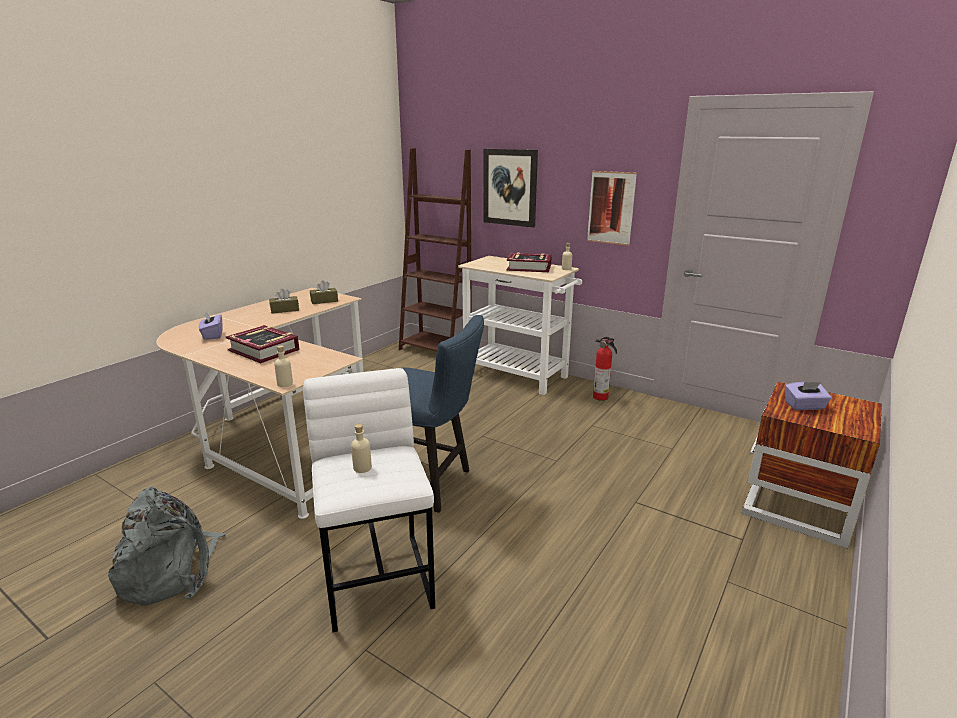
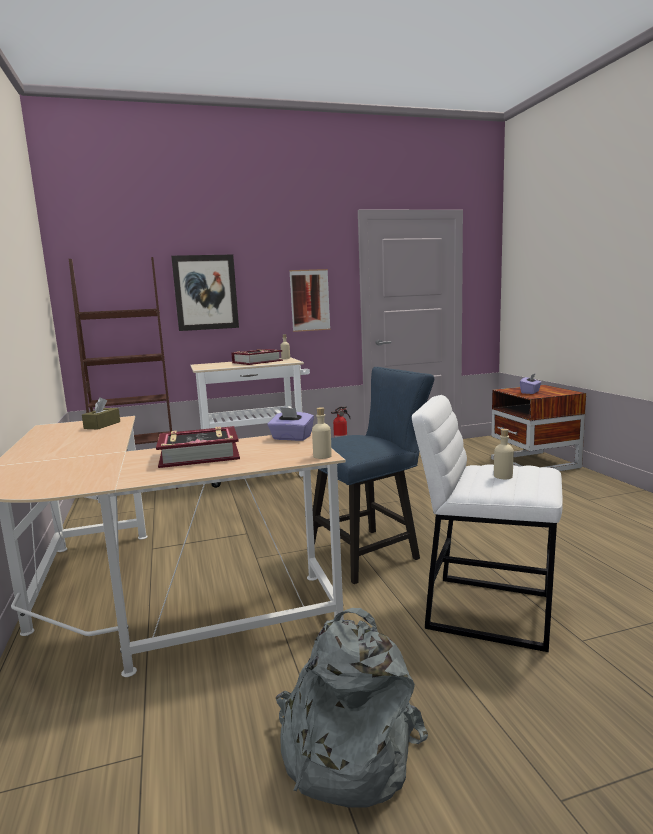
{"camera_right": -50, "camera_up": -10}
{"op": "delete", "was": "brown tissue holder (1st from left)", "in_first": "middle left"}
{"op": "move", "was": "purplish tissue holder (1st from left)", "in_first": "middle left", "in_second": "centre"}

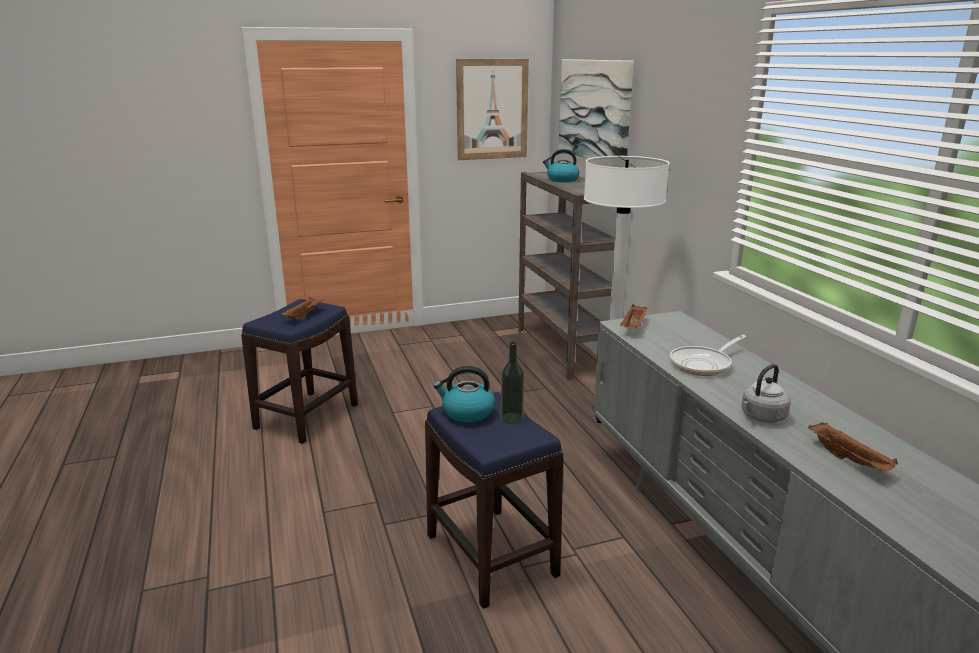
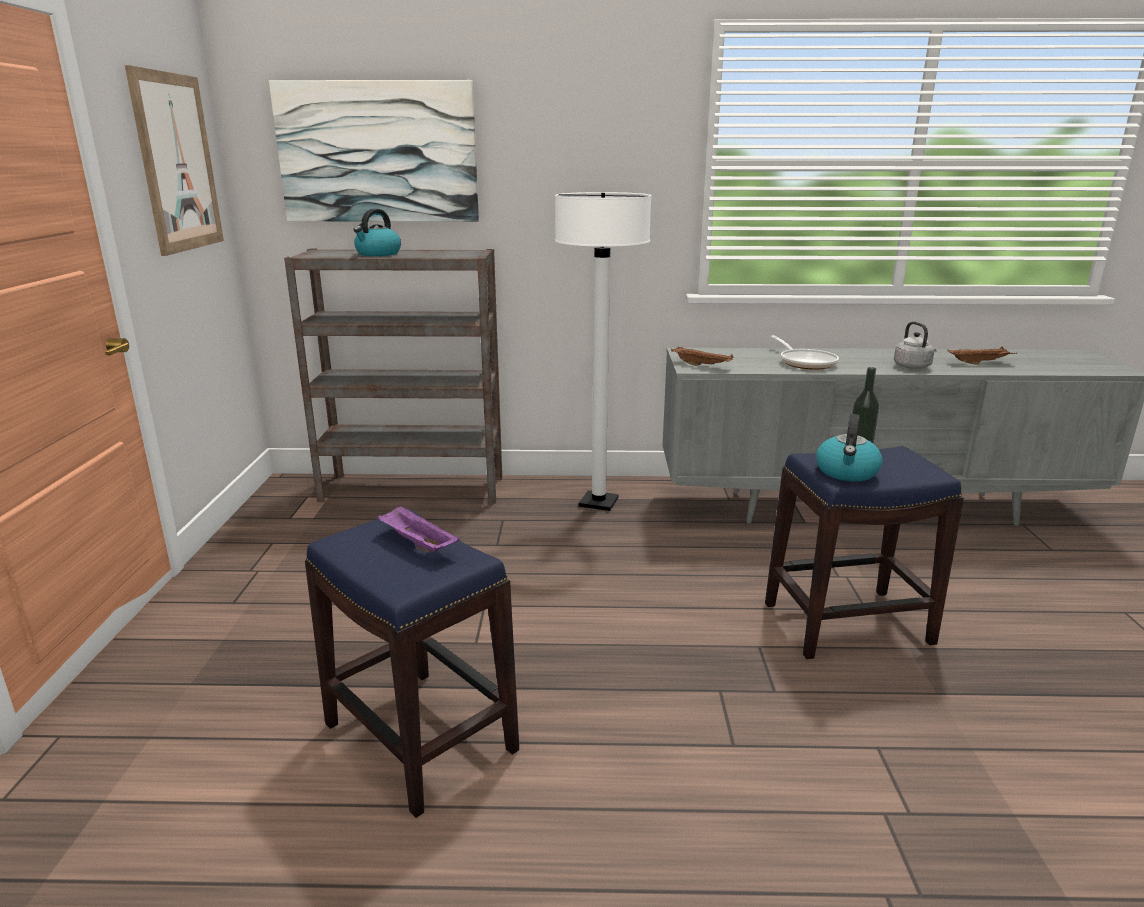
{"camera_right": -70, "camera_up": 0}
{"op": "recolor", "was": "brown serving tray (1st from left)", "now": "purplish serving tray", "in_first": "middle left", "in_second": "centre"}

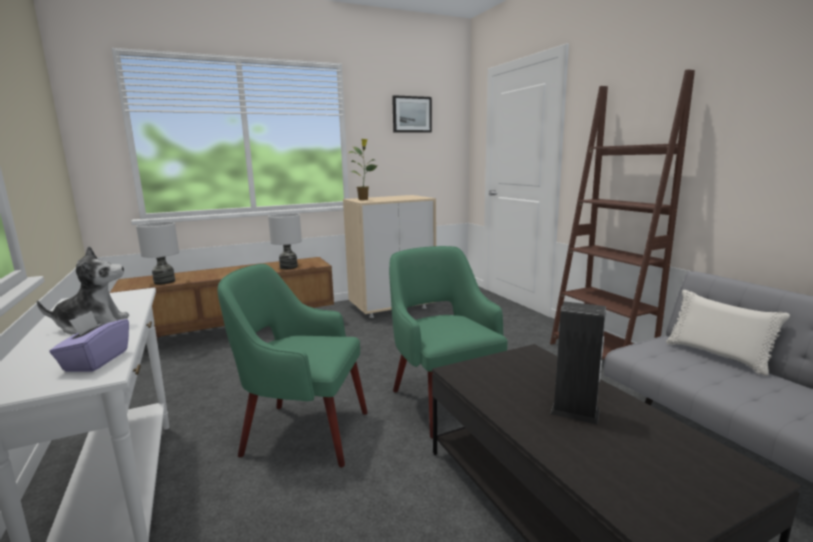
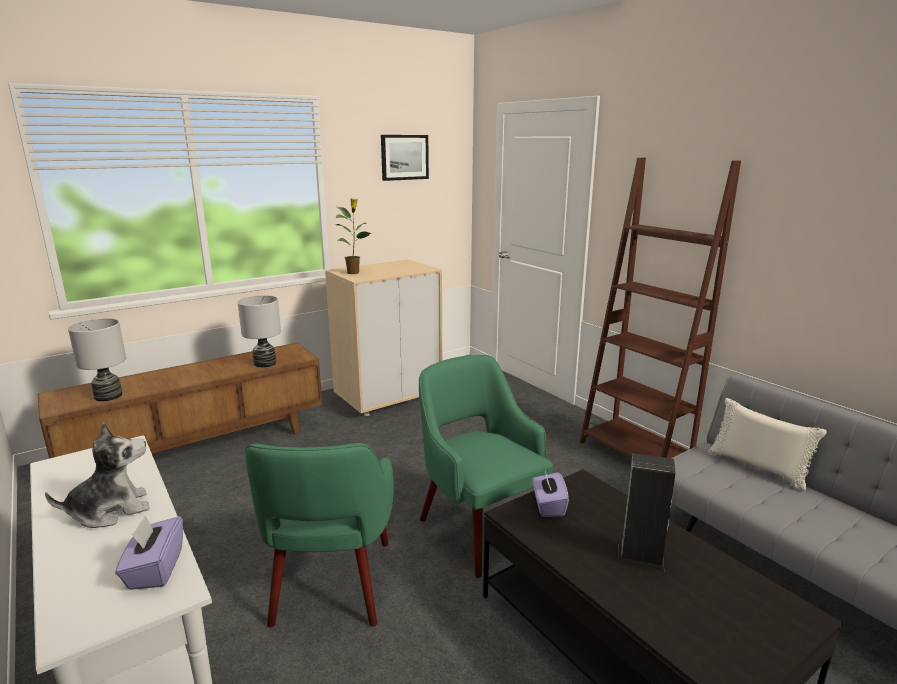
{"camera_right": -10, "camera_up": 5}
{"op": "rotate", "was": "green easy chair (1st from left)", "in_first": "bottom centre", "in_second": "bottom centre", "clockwise": -90}
{"op": "insert", "now": "purplish tissue holder (2nd from left)", "in_second": "bottom centre"}

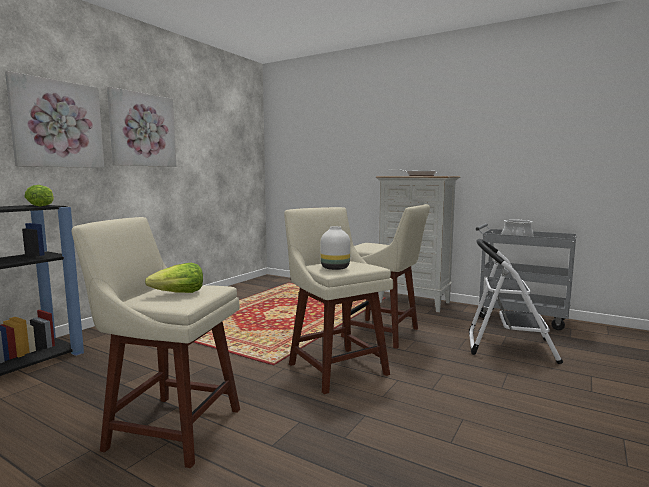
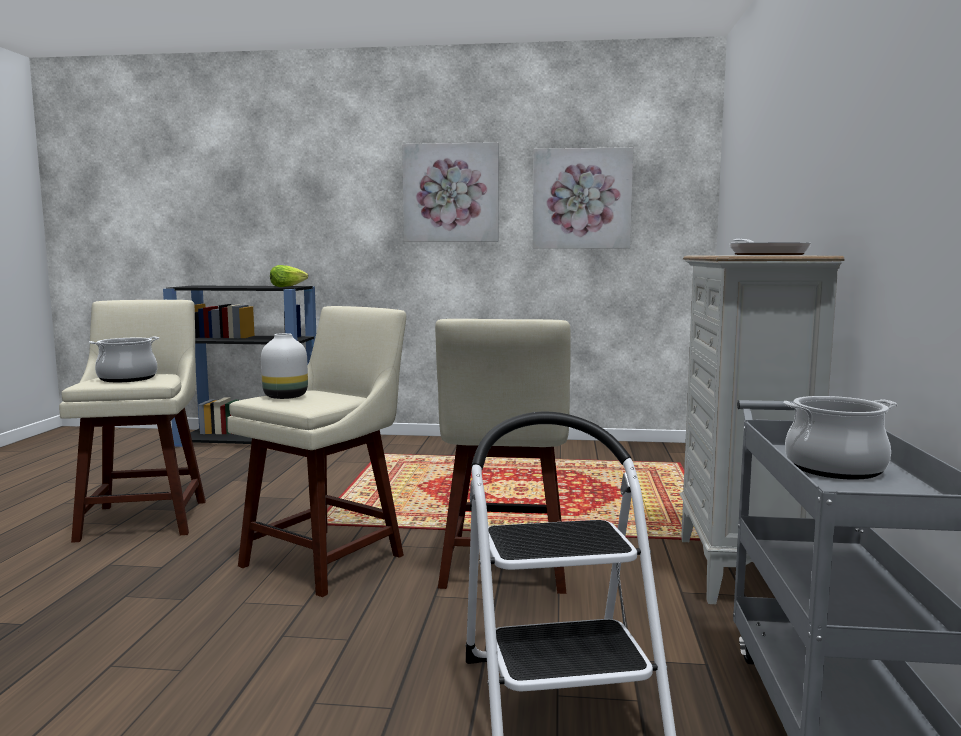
{"camera_right": 65, "camera_up": 0}
{"op": "move", "was": "picture (1st from left in the first image)", "now": "picture (2nd from left)", "in_first": "top left", "in_second": "top centre"}
{"op": "replace", "was": "head of lettuce (2nd from left)", "now": "saucepot (1st from left)", "in_first": "middle left", "in_second": "middle left"}

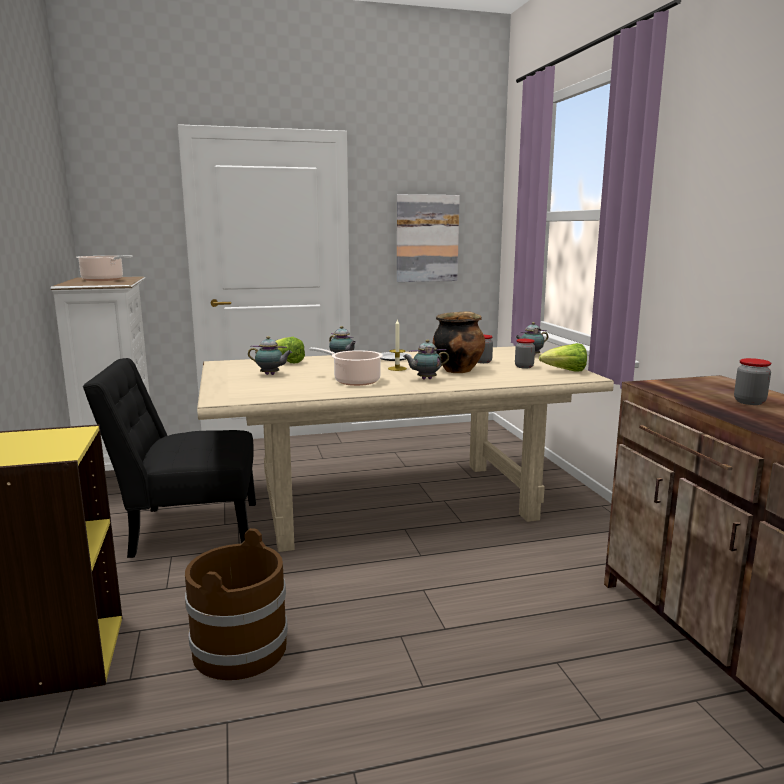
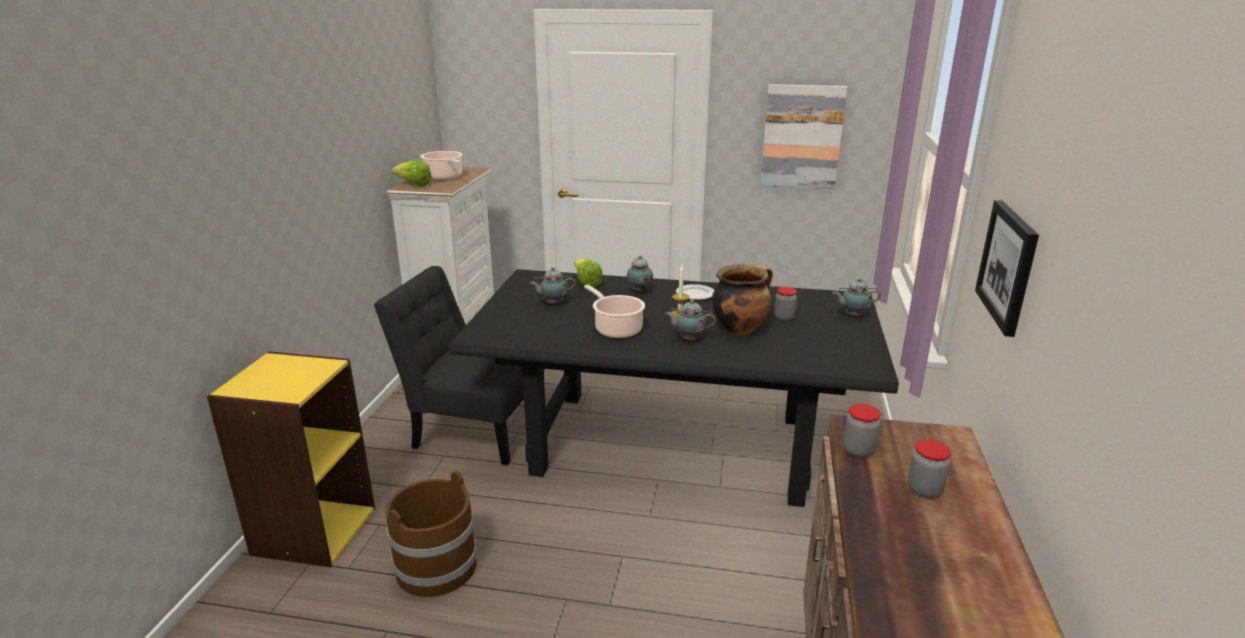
{"camera_right": 25, "camera_up": 10}
{"op": "rotate", "was": "tea pot (1st from left)", "in_first": "centre", "in_second": "centre", "clockwise": 135}
{"op": "move", "was": "preserve jar (2nd from left)", "in_first": "middle right", "in_second": "bottom right"}
{"op": "move", "was": "head of lettuce (2nd from left in the first image)", "now": "head of lettuce (1st from left)", "in_first": "middle right", "in_second": "top left"}
{"op": "recolor", "was": "sand-coloured dinner table", "now": "black dinner table", "in_first": "centre", "in_second": "centre"}
{"op": "insert", "now": "picture (2nd from left)", "in_second": "middle right"}

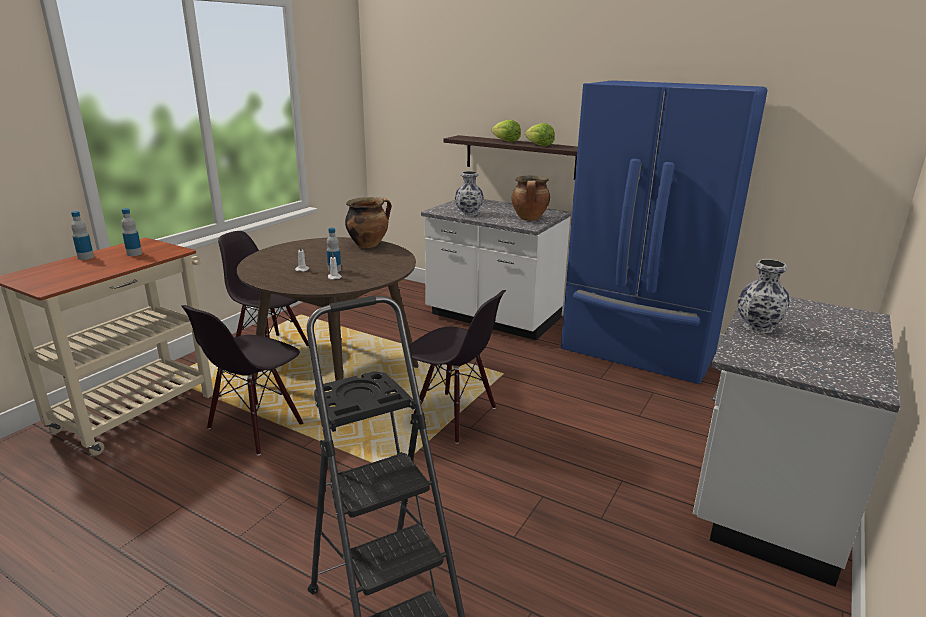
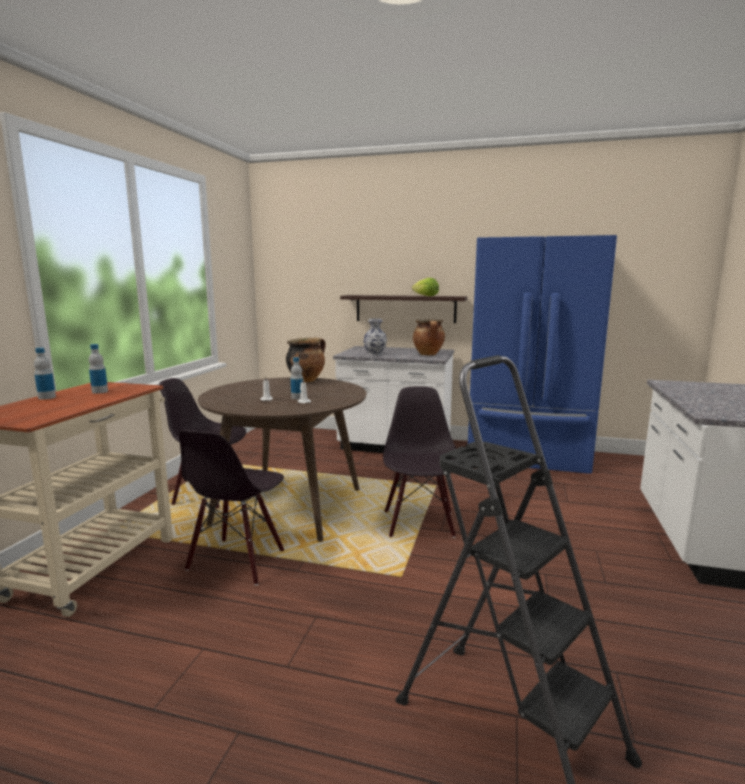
{"camera_right": -15, "camera_up": -10}
{"op": "delete", "was": "head of lettuce (1st from left)", "in_first": "top centre"}
{"op": "delete", "was": "decorative vase (2nd from left)", "in_first": "middle right"}
{"op": "rotate", "was": "black chair (3rd from left)", "in_first": "centre", "in_second": "centre", "clockwise": -105}

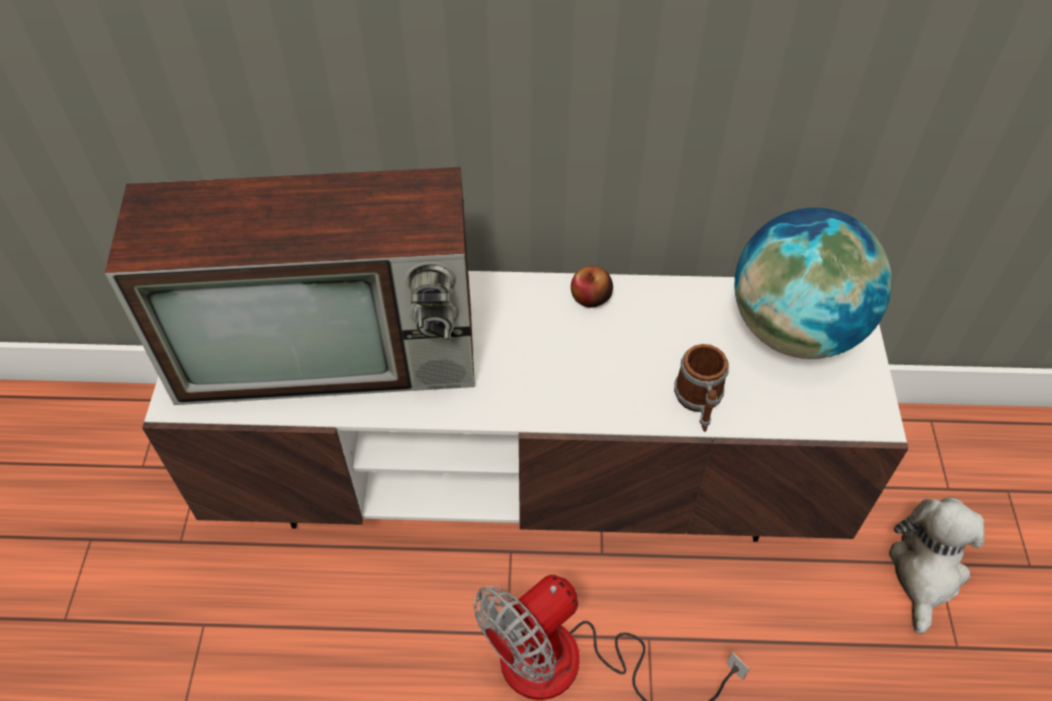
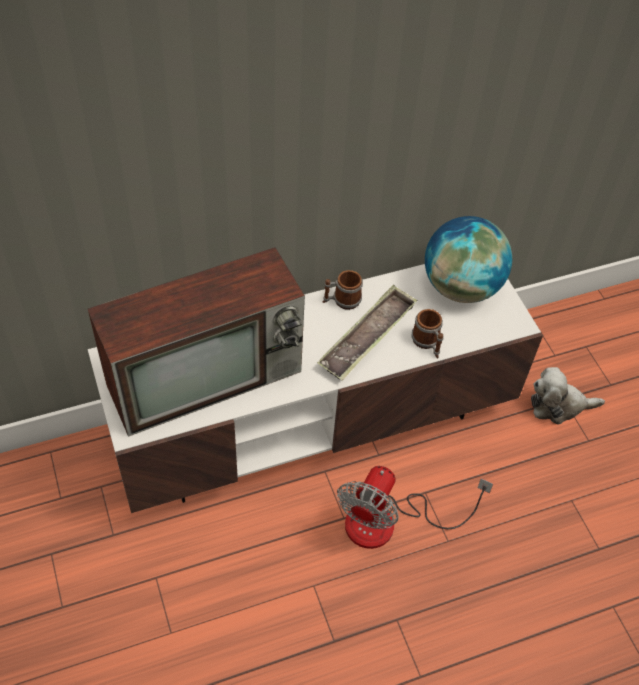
{"camera_right": -25, "camera_up": 0}
{"op": "replace", "was": "whole apple", "now": "coffee mug (1st from left)", "in_first": "centre", "in_second": "centre"}
{"op": "rotate", "was": "plush toy", "in_first": "bottom right", "in_second": "middle right", "clockwise": -90}
{"op": "insert", "now": "serving tray", "in_second": "centre"}

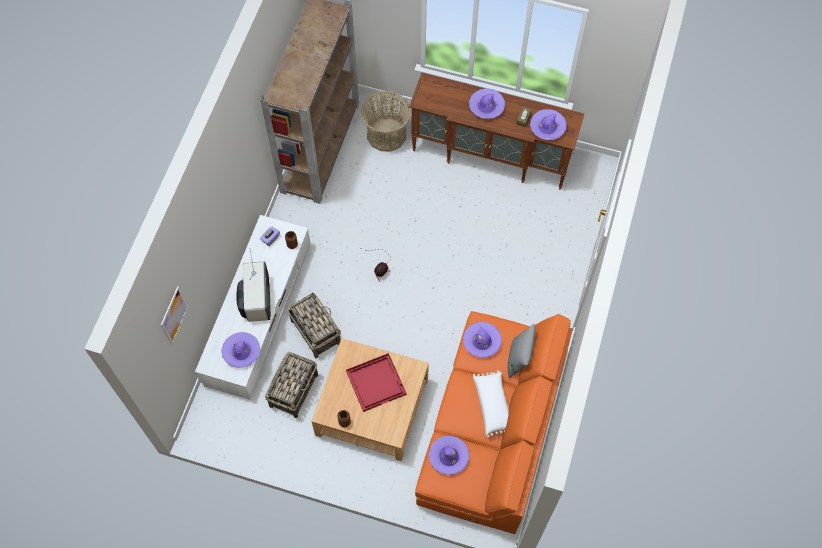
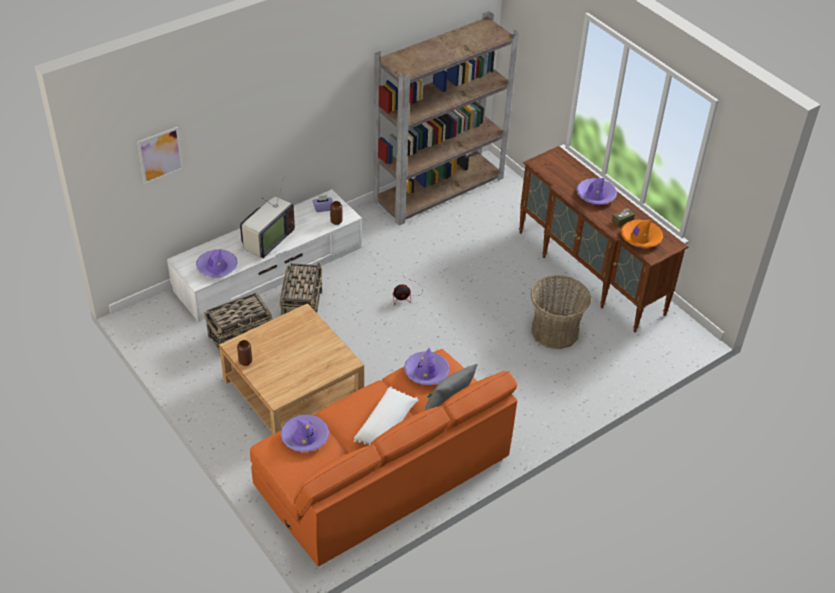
{"camera_right": 35, "camera_up": -20}
{"op": "move", "was": "storage basket (3rd from left)", "in_first": "top centre", "in_second": "middle right"}
{"op": "recolor", "was": "purplish clothing hat (5th from left)", "now": "orangey clothing hat", "in_first": "top right", "in_second": "middle right"}
{"op": "delete", "was": "red serving tray", "in_first": "bottom centre"}

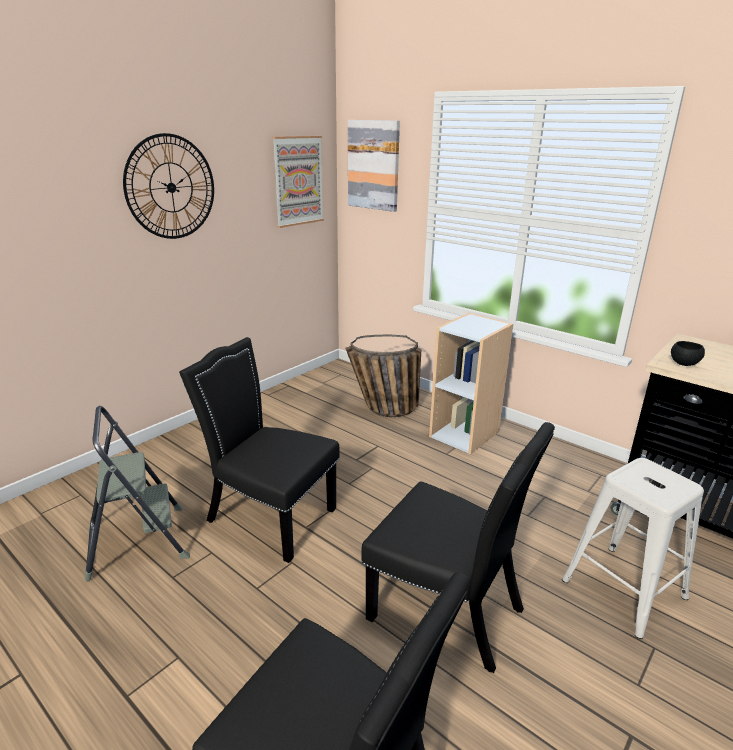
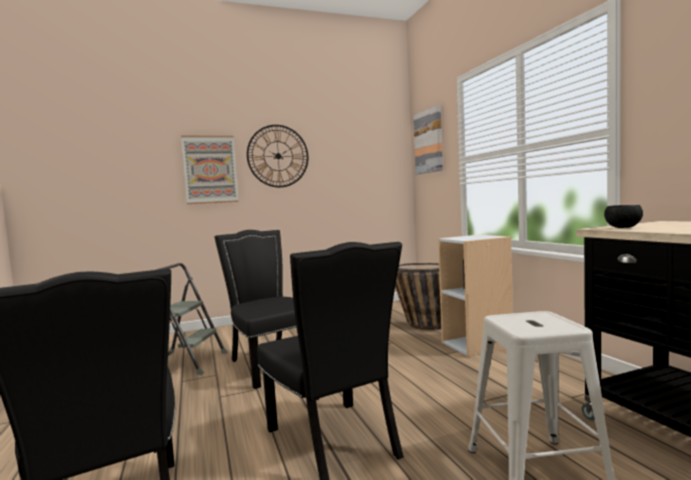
{"camera_right": 30, "camera_up": -20}
{"op": "move", "was": "picture (1st from left)", "in_first": "top centre", "in_second": "middle left"}

